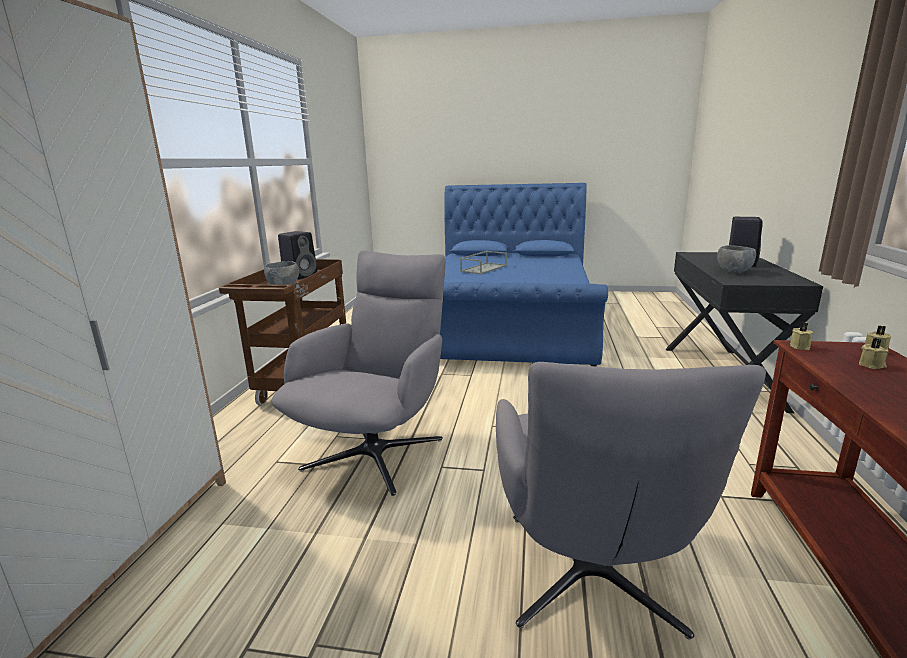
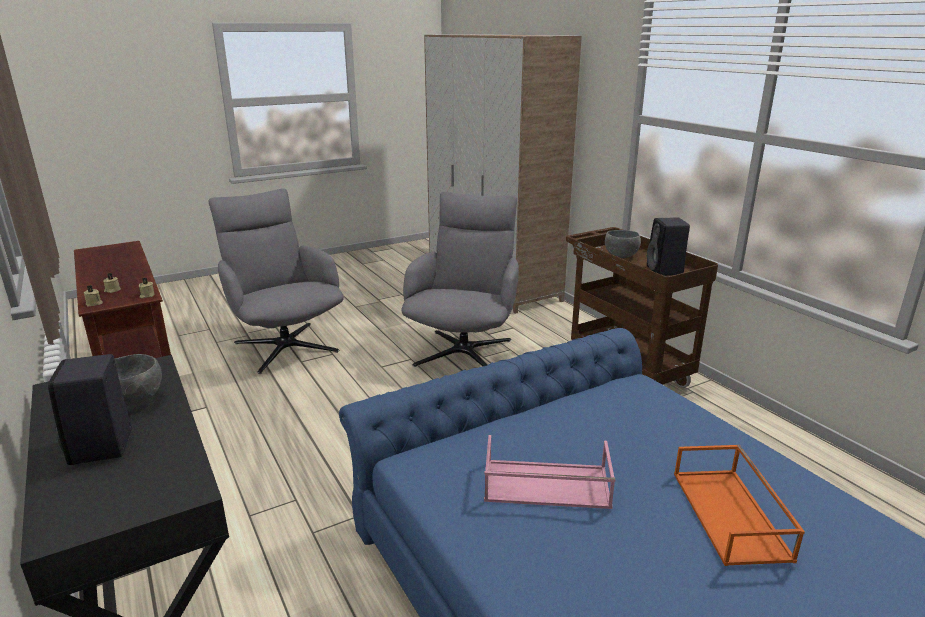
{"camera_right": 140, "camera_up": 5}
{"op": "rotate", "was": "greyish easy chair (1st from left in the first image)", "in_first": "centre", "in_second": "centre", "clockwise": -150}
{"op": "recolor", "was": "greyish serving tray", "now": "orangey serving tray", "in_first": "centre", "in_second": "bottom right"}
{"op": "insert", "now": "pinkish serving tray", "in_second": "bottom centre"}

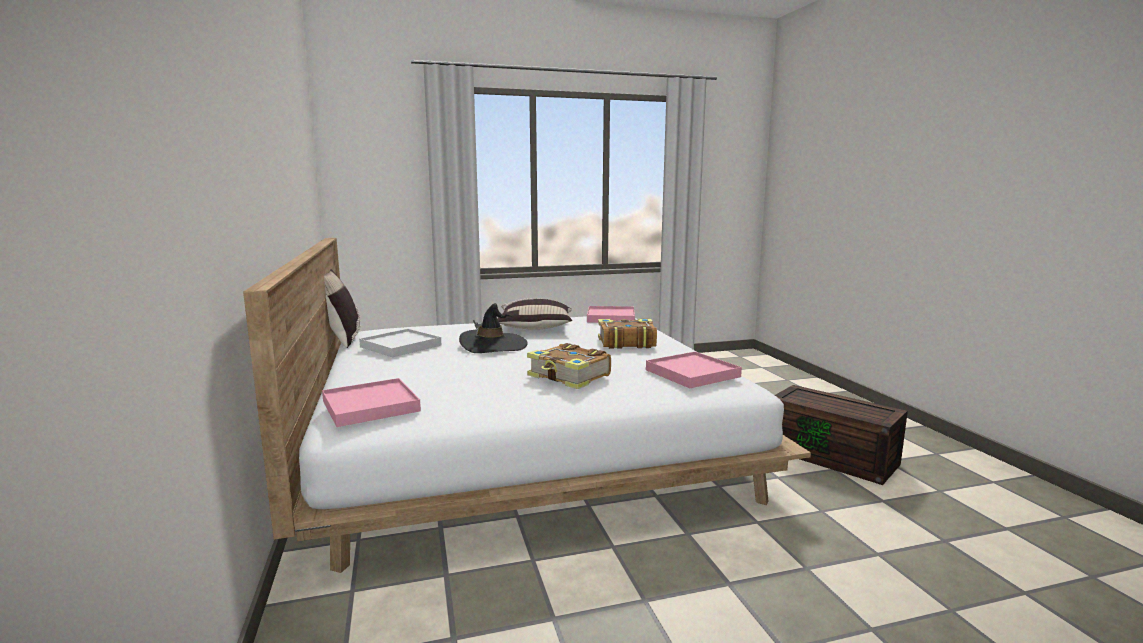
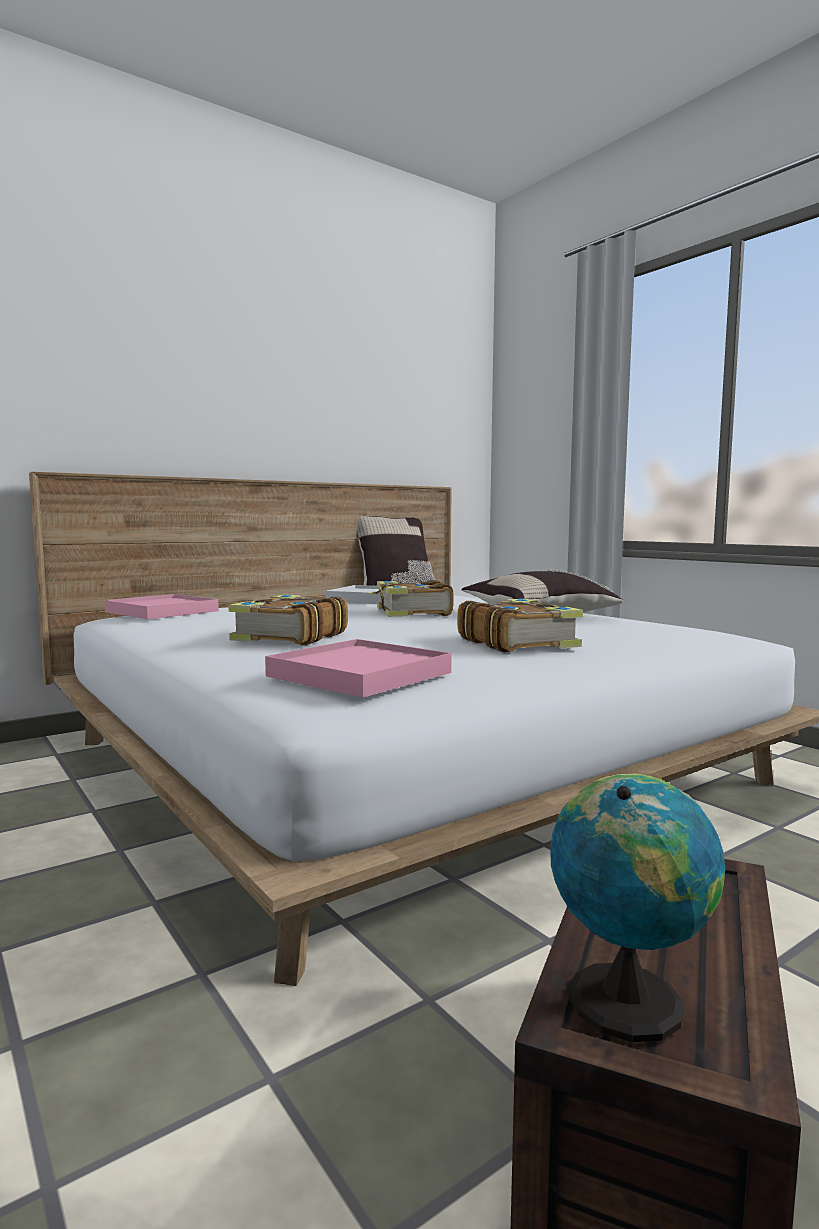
{"camera_right": 70, "camera_up": -5}
{"op": "replace", "was": "black clothing hat", "now": "book (2nd from left)", "in_first": "centre", "in_second": "centre"}
{"op": "delete", "was": "pinkish serving tray (2nd from left)", "in_first": "centre"}
{"op": "insert", "now": "desk globe", "in_second": "bottom right"}

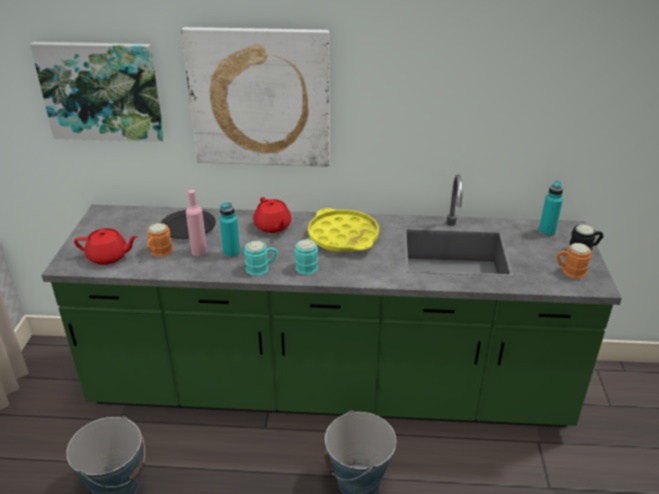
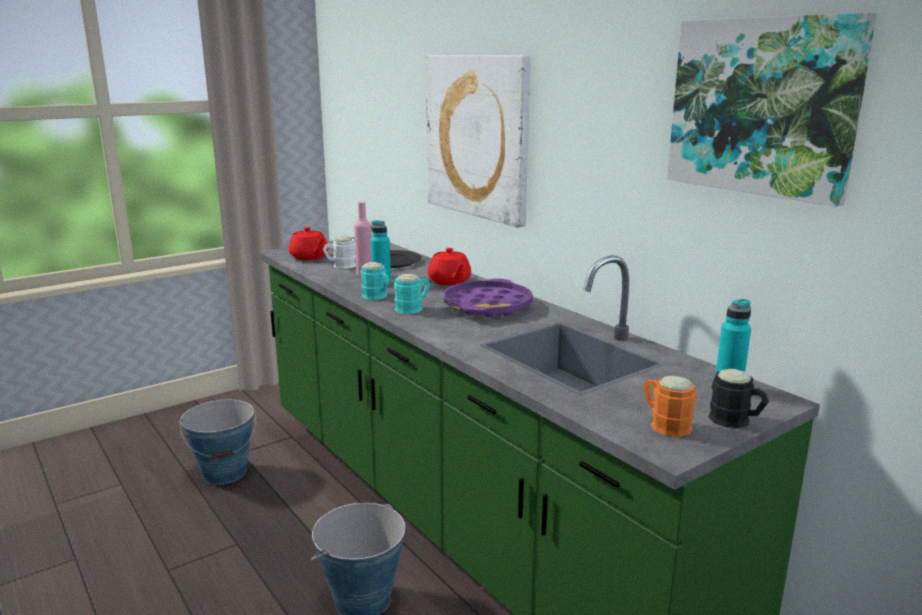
{"camera_right": 50, "camera_up": -15}
{"op": "move", "was": "picture (1st from left in the first image)", "now": "picture (2nd from left)", "in_first": "top left", "in_second": "top right"}
{"op": "rotate", "was": "red tea pot (2nd from left)", "in_first": "centre", "in_second": "centre", "clockwise": -45}
{"op": "recolor", "was": "yellowish serving tray", "now": "purplish serving tray", "in_first": "centre", "in_second": "centre"}
{"op": "recolor", "was": "orangey coffee mug (1st from left)", "now": "white-coloured coffee mug", "in_first": "middle left", "in_second": "centre"}

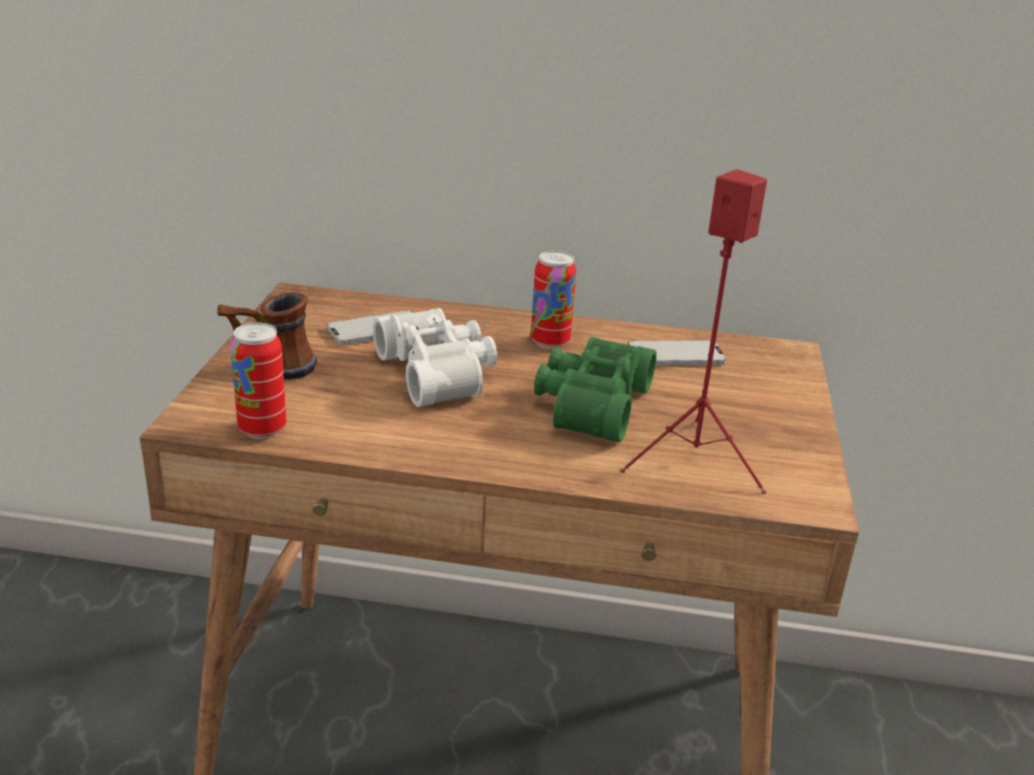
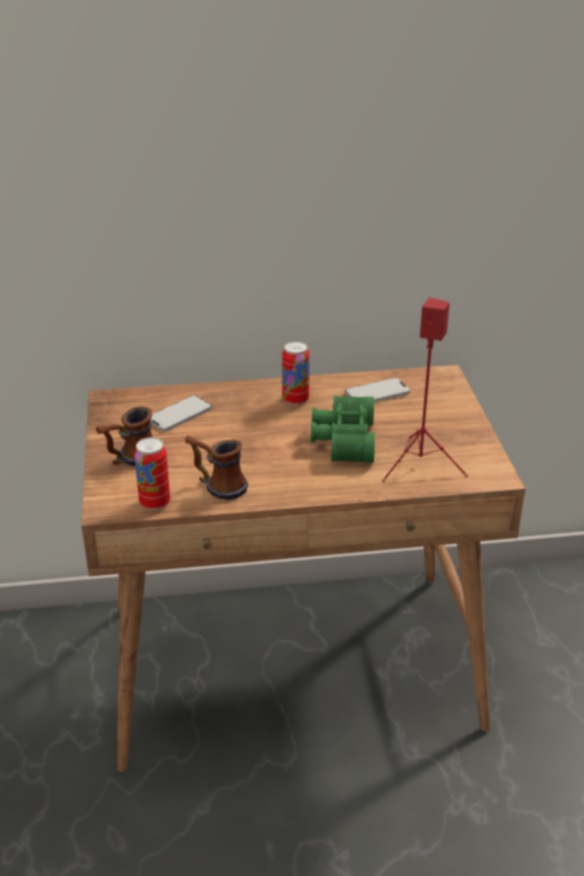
{"camera_right": -15, "camera_up": 5}
{"op": "delete", "was": "white-coloured field glasses", "in_first": "centre"}
{"op": "insert", "now": "coffee mug (2nd from left)", "in_second": "centre"}

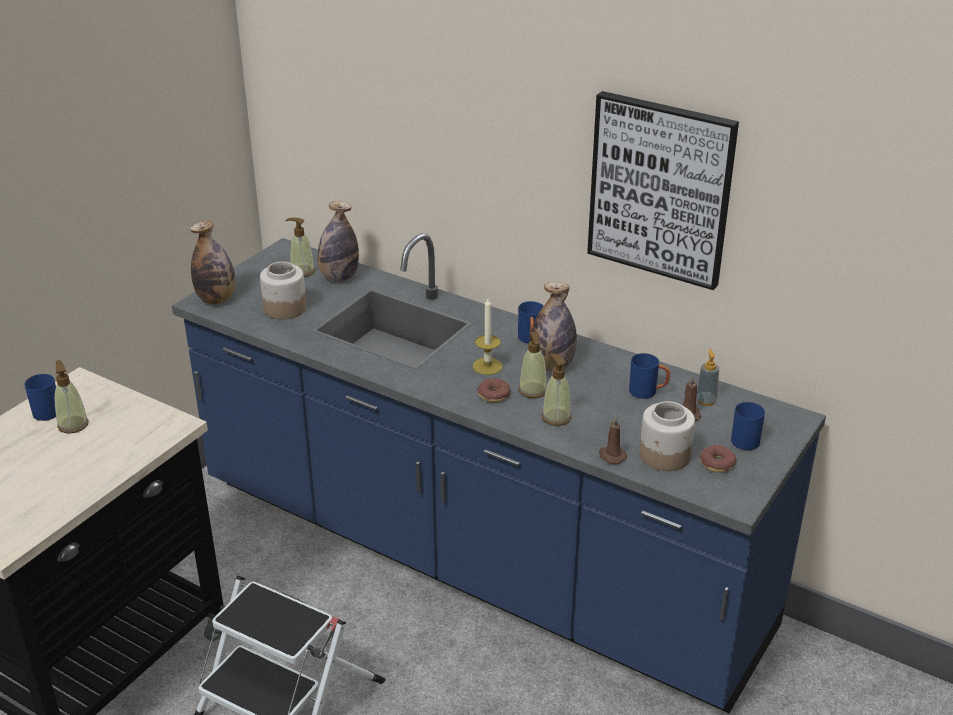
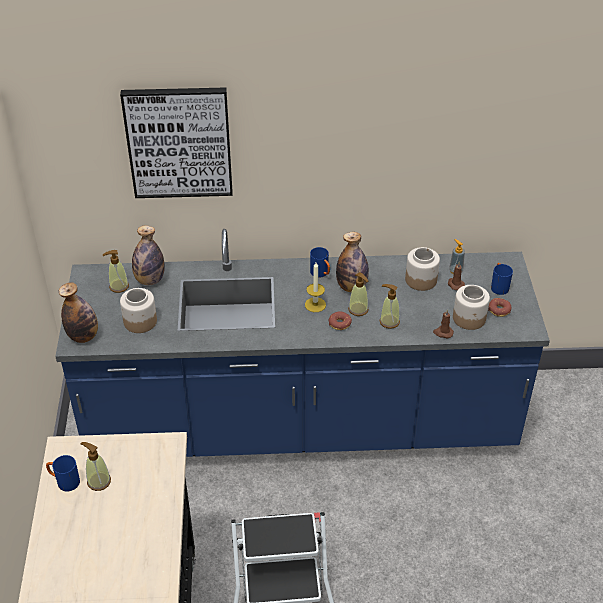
{"camera_right": -35, "camera_up": 10}
{"op": "move", "was": "picture", "in_first": "top right", "in_second": "top left"}
{"op": "replace", "was": "bluish coffee mug (3rd from left)", "now": "preserve jar (2nd from left)", "in_first": "middle right", "in_second": "middle right"}

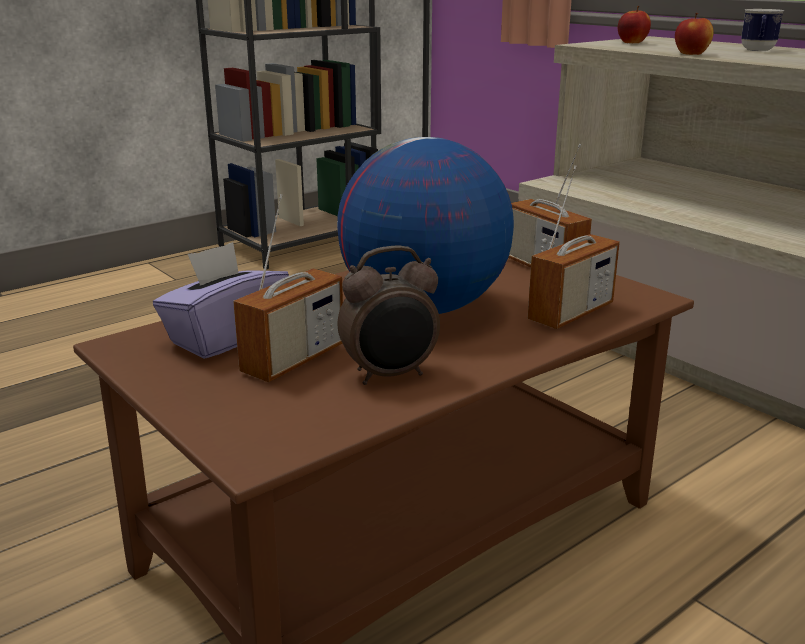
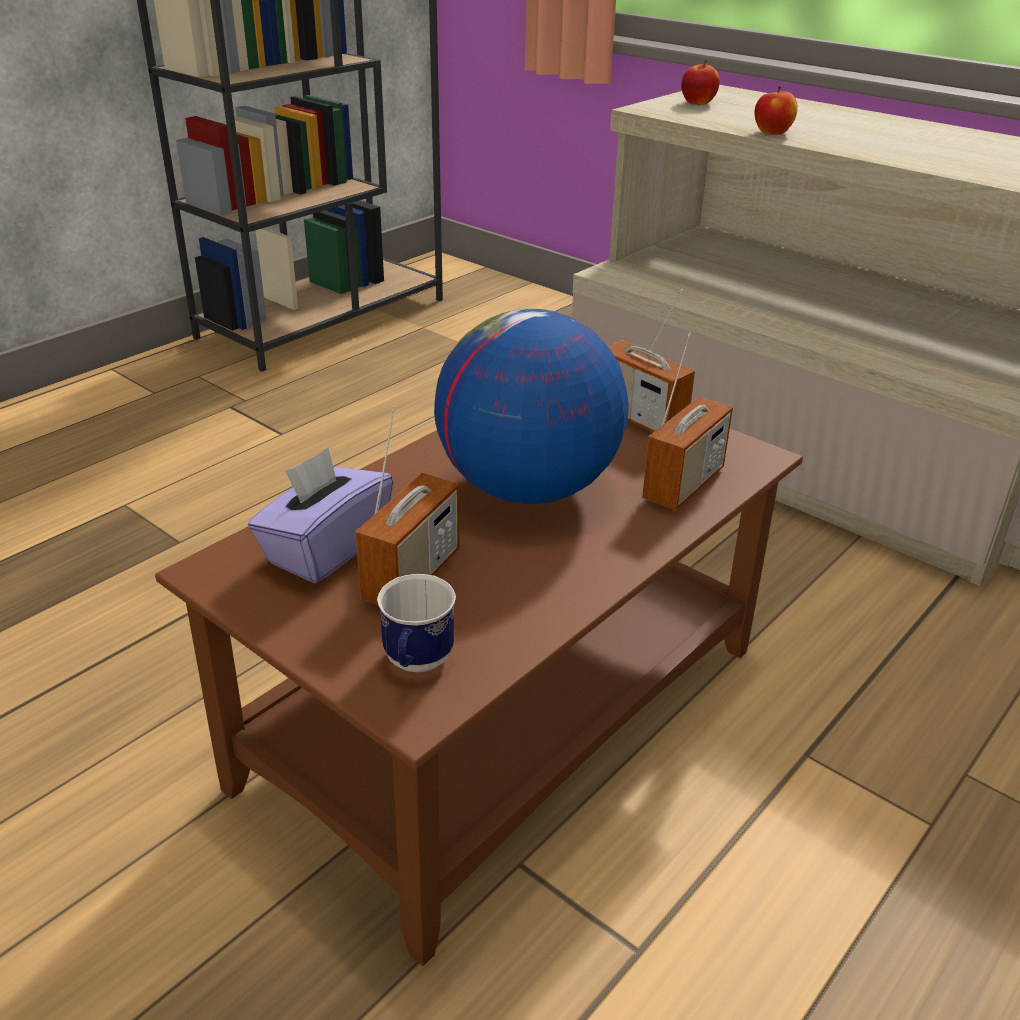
{"camera_right": -10, "camera_up": 10}
{"op": "move", "was": "coffee mug", "in_first": "top right", "in_second": "centre"}
{"op": "delete", "was": "alarm clock", "in_first": "centre"}

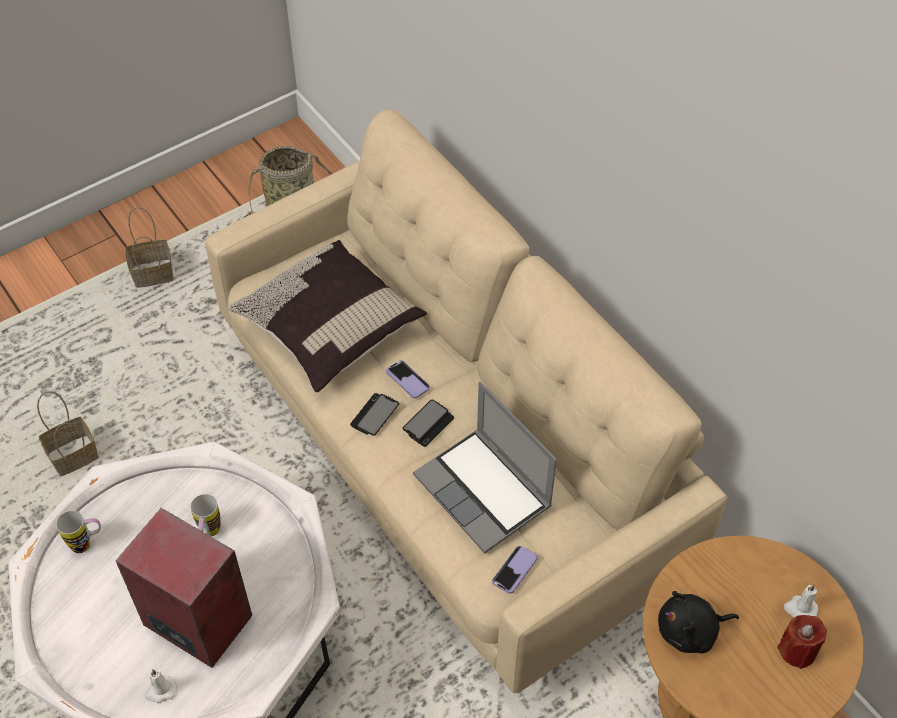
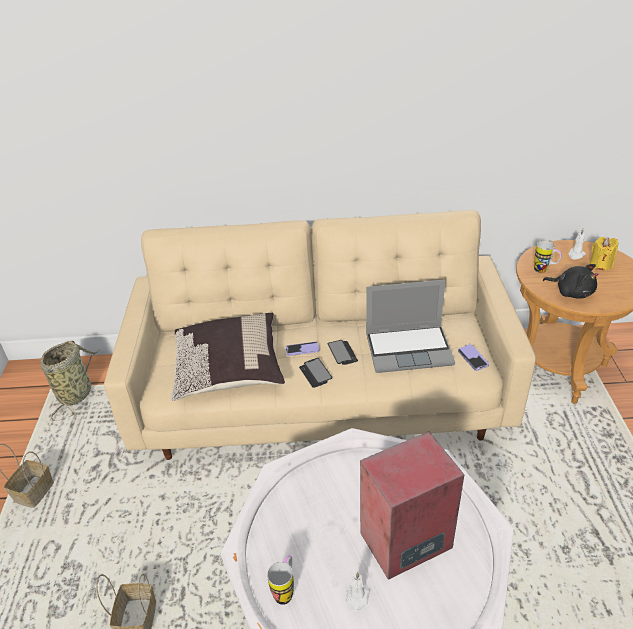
{"camera_right": -55, "camera_up": -15}
{"op": "move", "was": "coffee mug (2nd from left)", "in_first": "bottom left", "in_second": "middle right"}
{"op": "rotate", "was": "black plush toy", "in_first": "bottom right", "in_second": "middle right", "clockwise": -75}
{"op": "recolor", "was": "red wax light", "now": "yellowish wax light", "in_first": "bottom right", "in_second": "middle right"}
{"op": "move", "was": "white-coloured wax light (1st from left)", "in_first": "bottom left", "in_second": "bottom centre"}

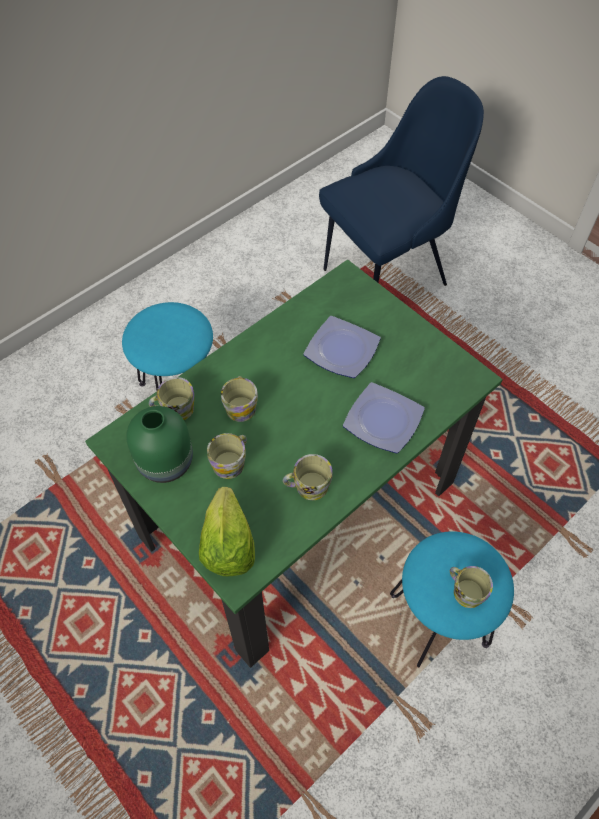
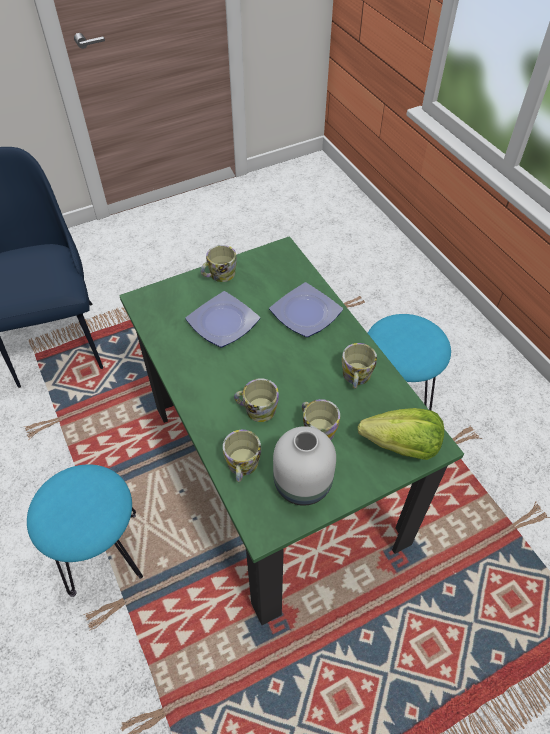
{"camera_right": -75, "camera_up": -5}
{"op": "recolor", "was": "green decorative vase", "now": "white-coloured decorative vase", "in_first": "middle left", "in_second": "centre"}
{"op": "move", "was": "coffee mug (5th from left in the first image)", "now": "coffee mug (1st from left)", "in_first": "bottom right", "in_second": "centre"}

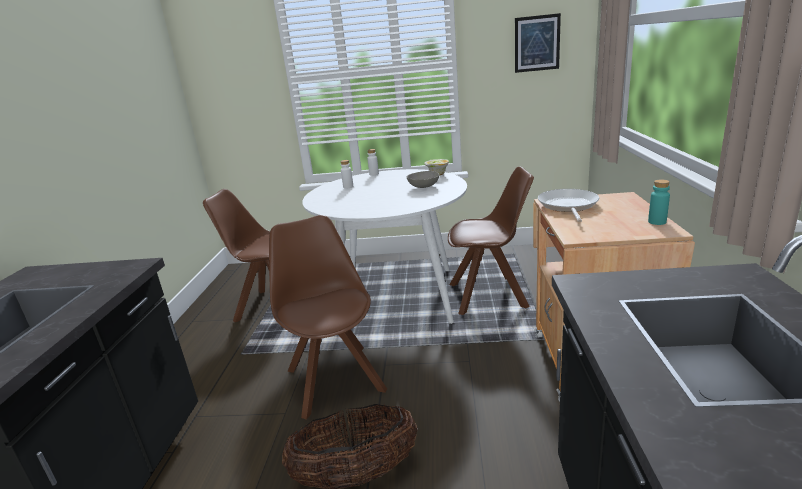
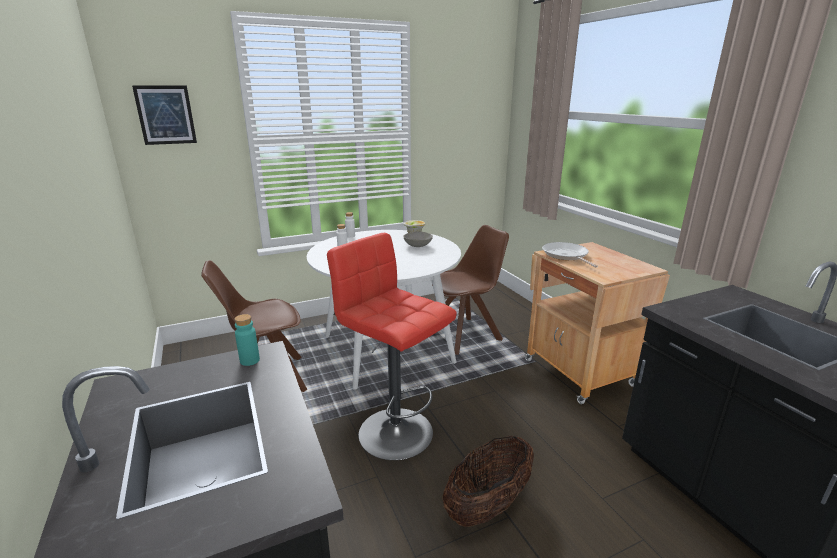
{"camera_right": -30, "camera_up": 0}
{"op": "move", "was": "picture", "in_first": "top right", "in_second": "top left"}
{"op": "move", "was": "turquoise drink bottle", "in_first": "middle right", "in_second": "middle left"}
{"op": "replace", "was": "brown chair (2nd from left)", "now": "red sitting stool", "in_first": "centre", "in_second": "centre"}

